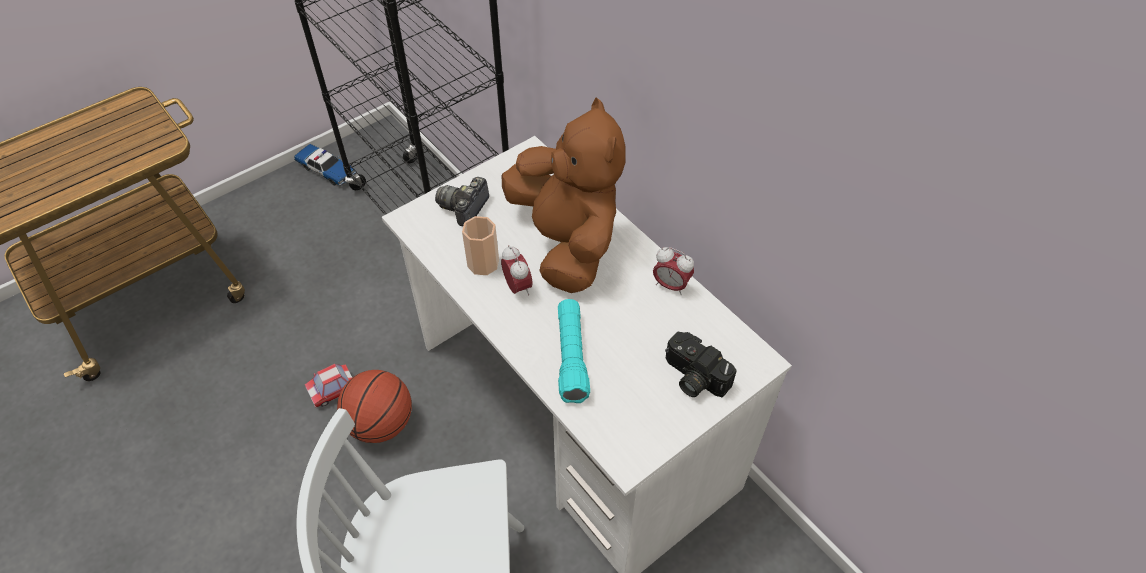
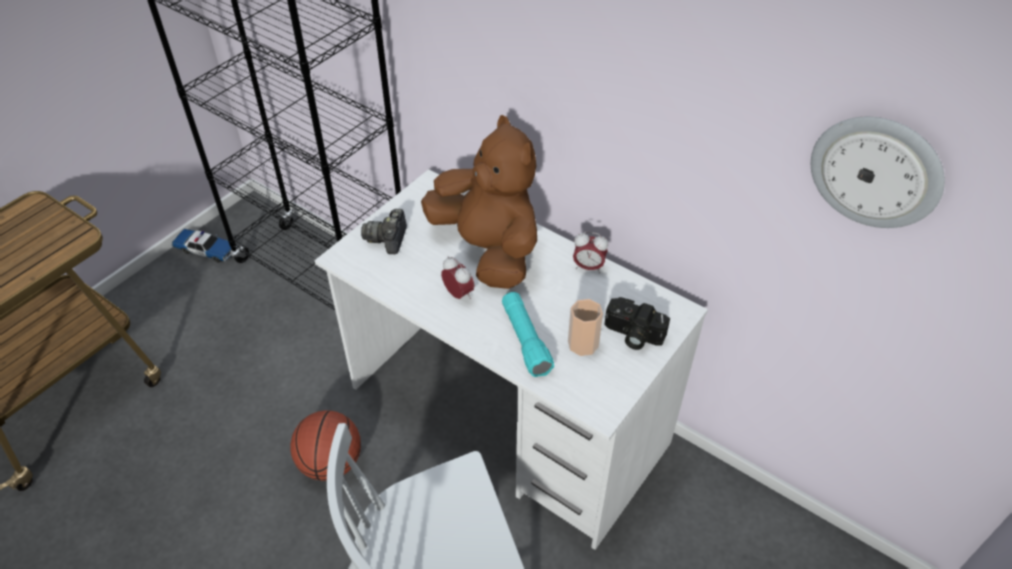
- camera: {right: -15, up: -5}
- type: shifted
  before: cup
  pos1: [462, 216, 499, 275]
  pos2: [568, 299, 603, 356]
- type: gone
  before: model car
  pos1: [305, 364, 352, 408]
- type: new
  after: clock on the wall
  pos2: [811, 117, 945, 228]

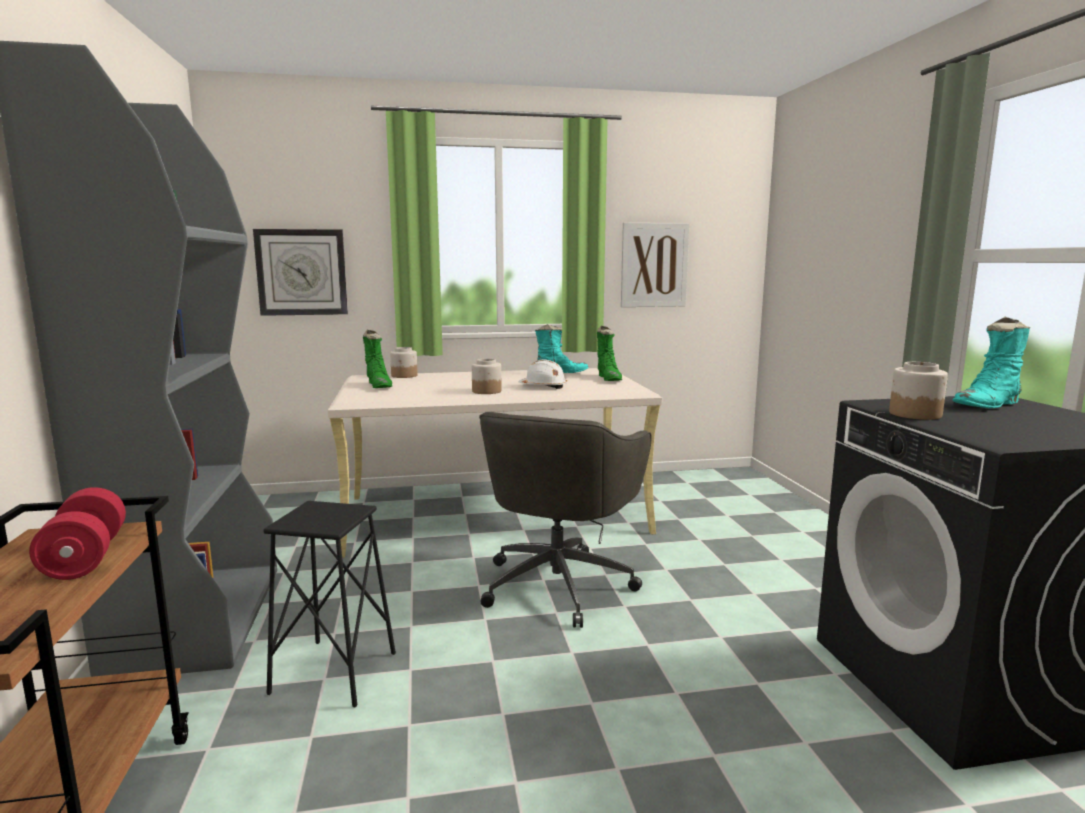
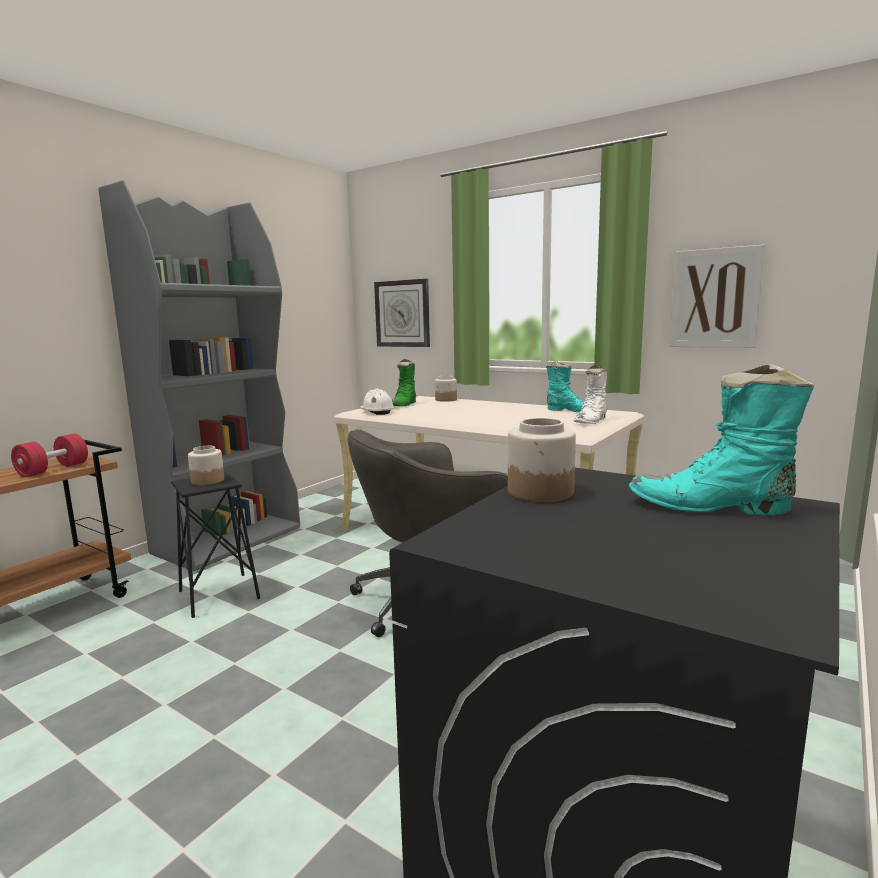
- camera: {right: 45, up: 0}
- type: repainted
  before: greenish high-top boot
  after: white-coloured high-top boot
  pos1: [597, 326, 622, 381]
  pos2: [574, 365, 607, 424]
- type: shifted
  before: storage jar
  pos1: [472, 358, 502, 394]
  pos2: [188, 446, 224, 485]
- type: shifted
  before: white-coloured work helmet
  pos1: [518, 360, 567, 389]
  pos2: [360, 388, 395, 415]

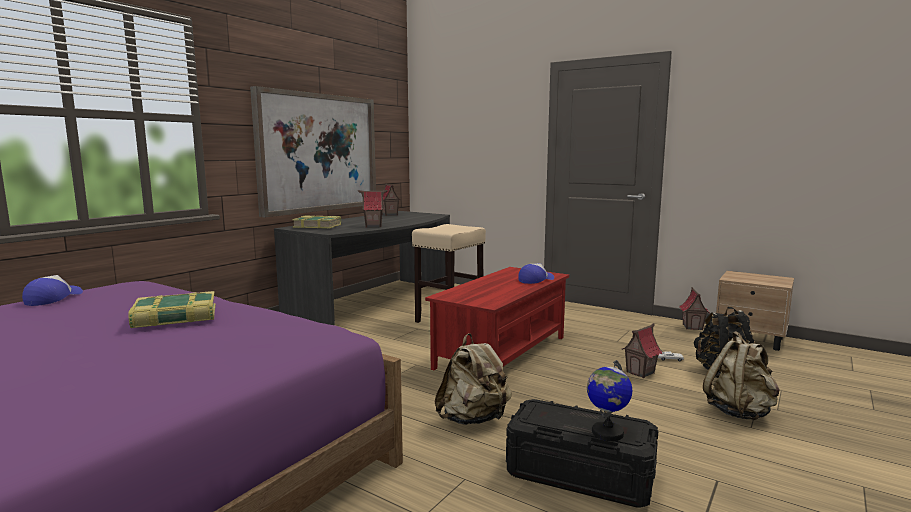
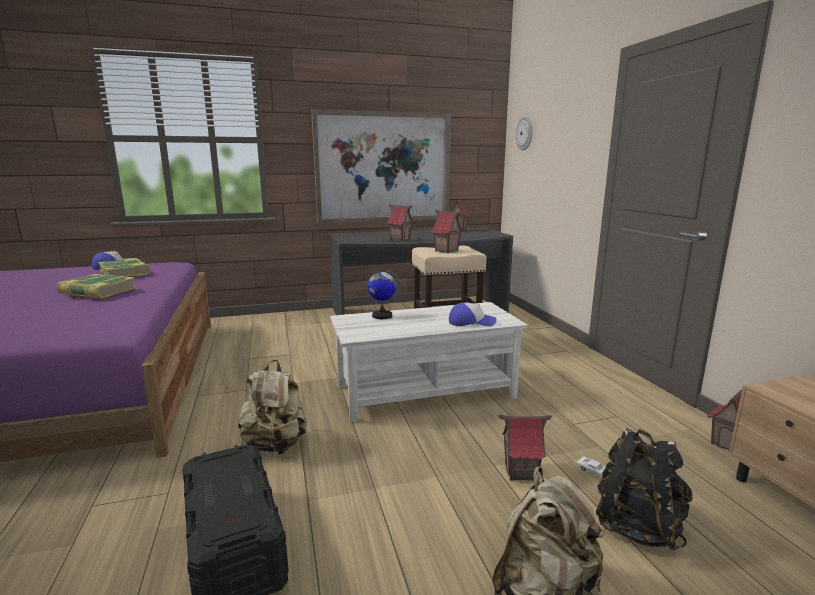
- camera: {right: 40, up: 5}
- type: shifted
  before: bound book
  pos1: [292, 216, 341, 229]
  pos2: [98, 258, 151, 277]
- type: repainted
  before: red lounge table
  after: white-coloured lounge table
  pos1: [425, 267, 569, 370]
  pos2: [330, 302, 528, 423]
- type: shifted
  before: desk globe
  pos1: [587, 360, 632, 441]
  pos2: [367, 269, 400, 319]
- type: new
  after: clock on the wall
  pos2: [516, 116, 533, 150]
- type: new
  after: miniature house
  pos2: [431, 210, 463, 253]

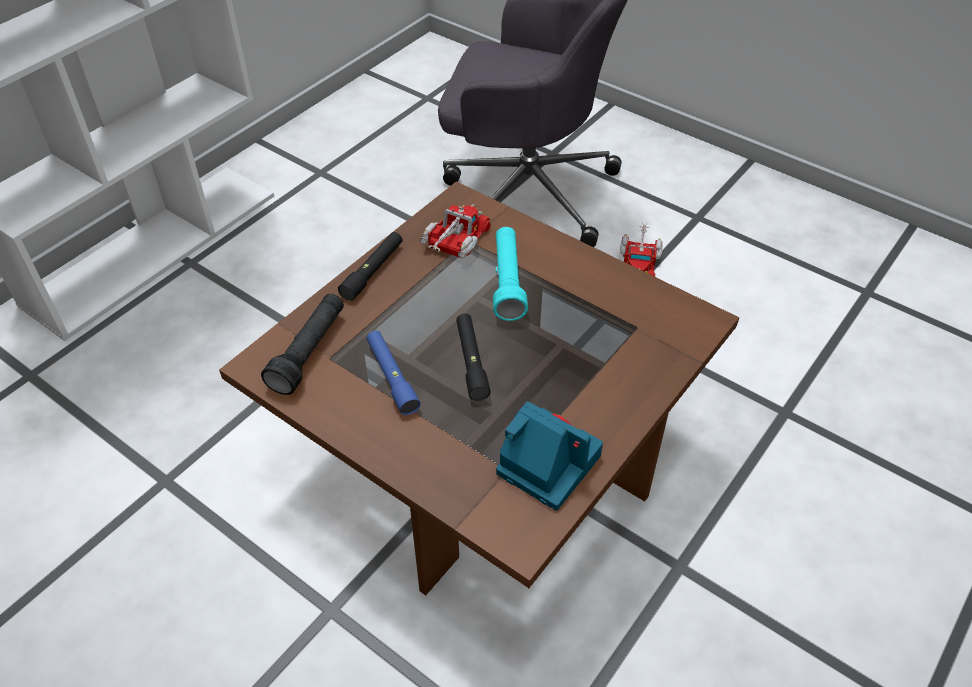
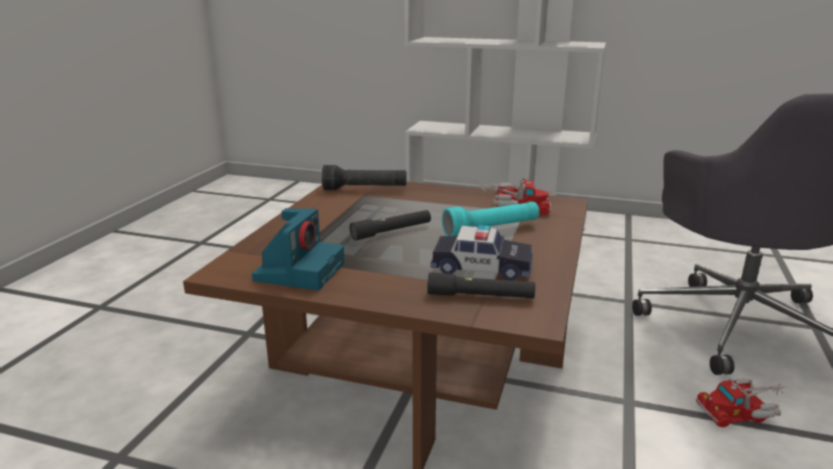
- camera: {right: 70, up: -25}
- type: shifted
  before: black torch
  pos1: [338, 232, 403, 301]
  pos2: [427, 272, 535, 298]
- type: gone
  before: blue torch
  pos1: [367, 331, 421, 415]
- type: new
  after: model car
  pos2: [431, 225, 533, 281]

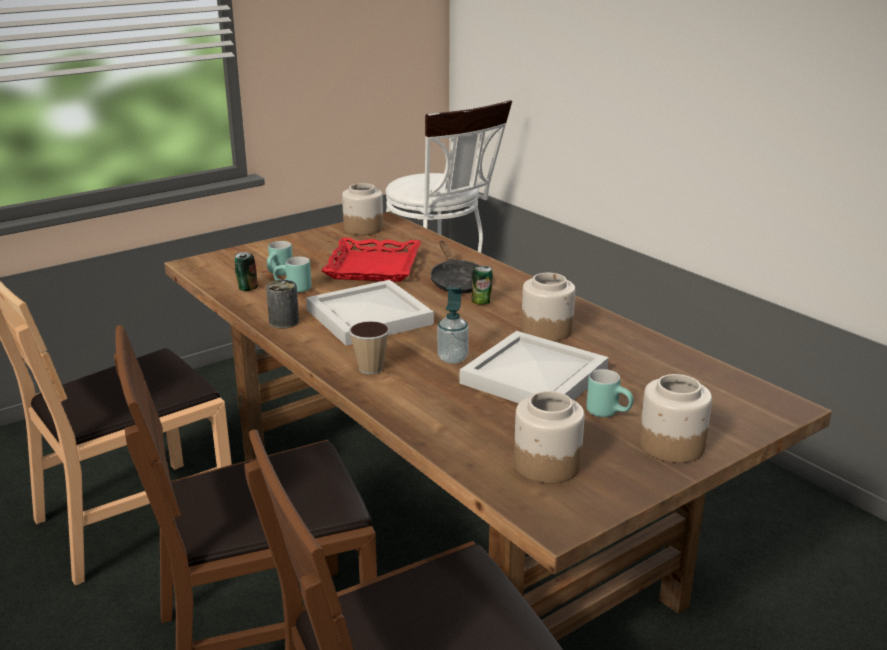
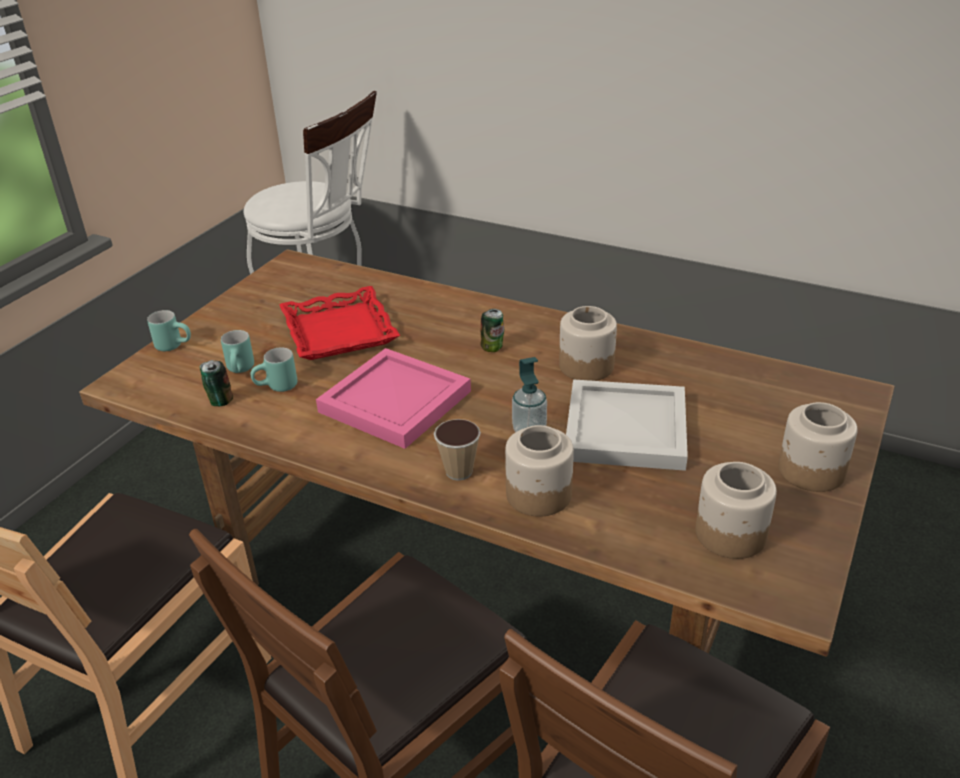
- camera: {right: -25, up: 10}
- type: shifted
  before: storage jar
  pos1: [342, 183, 383, 235]
  pos2: [505, 425, 574, 517]
- type: gone
  before: black skillet
  pos1: [430, 240, 480, 294]
- type: gone
  before: can
  pos1: [266, 280, 299, 328]
- type: repainted
  before: white-coloured tray
  after: pink tray
  pos1: [306, 280, 434, 346]
  pos2: [316, 348, 471, 449]
- type: shifted
  before: turquoise-coloured mug
  pos1: [586, 369, 633, 417]
  pos2: [147, 310, 191, 351]

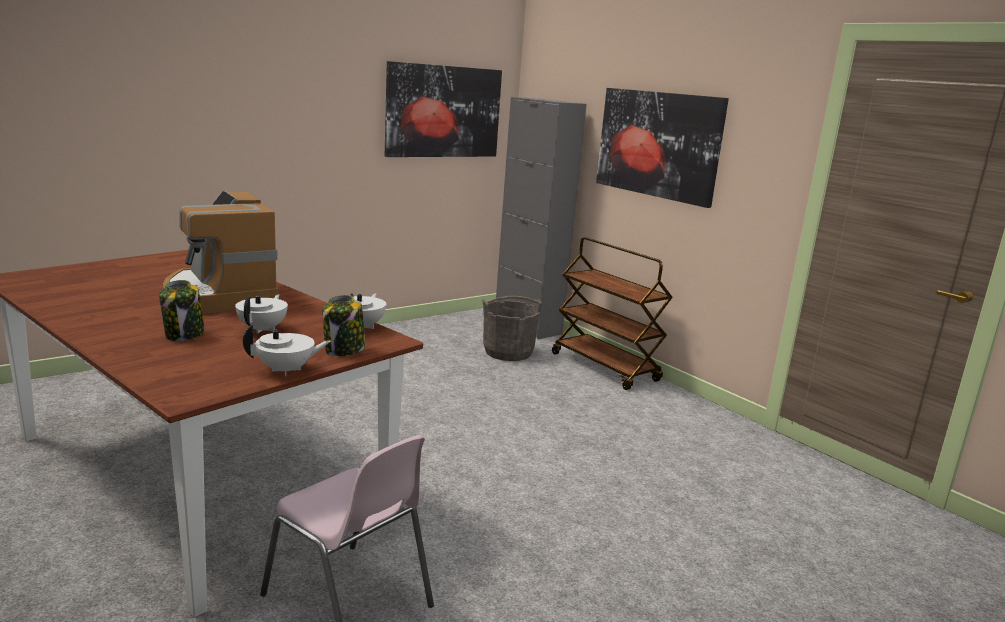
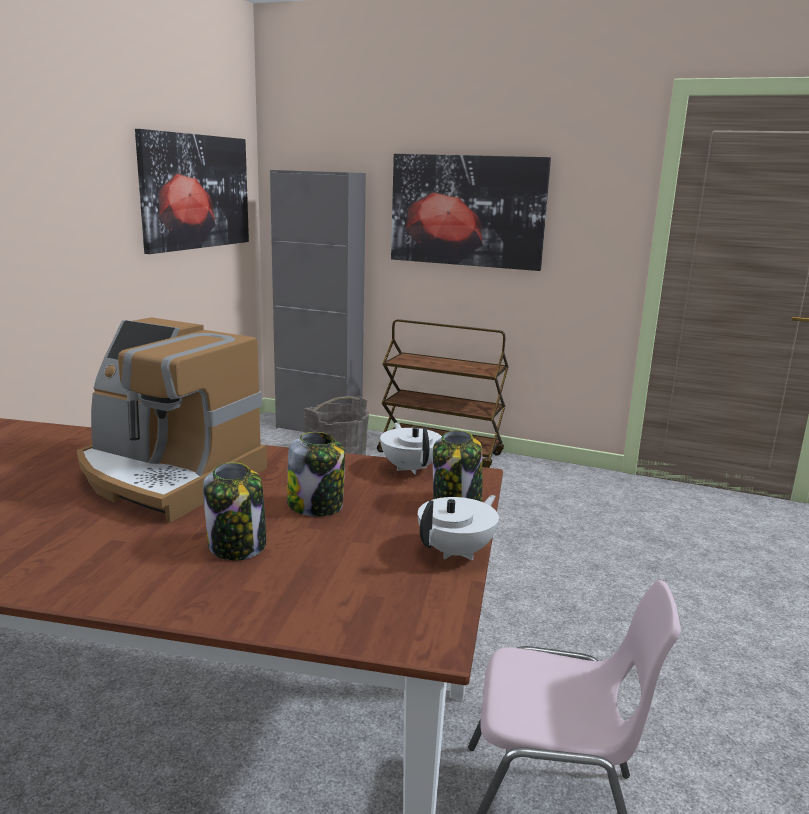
- camera: {right: -30, up: 0}
- type: swapped
  before: white-coloured pot for tea
  after: storage jar
  pos1: [235, 294, 288, 334]
  pos2: [287, 432, 345, 517]

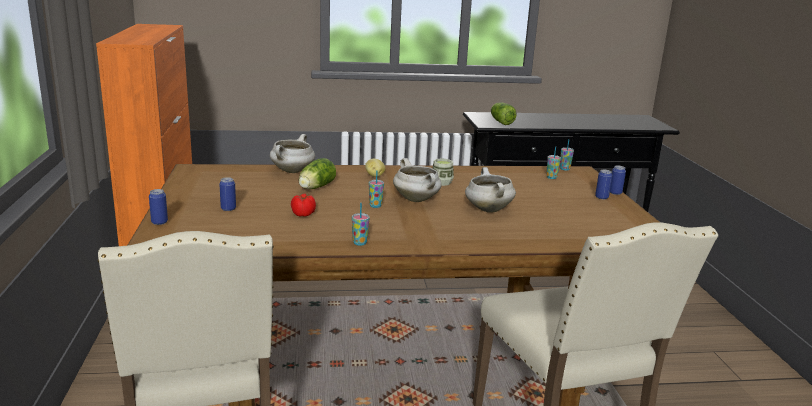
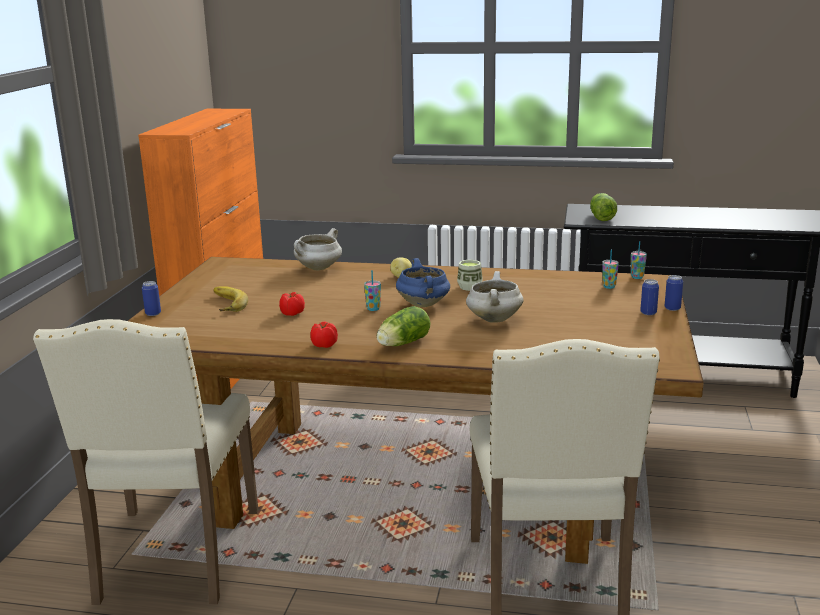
- camera: {right: 20, up: 0}
- type: shifted
  before: head of lettuce
  pos1: [298, 158, 336, 189]
  pos2: [377, 306, 430, 346]
- type: repainted
  before: white-coloured cooking pot
  after: blue cooking pot
  pos1: [393, 158, 442, 202]
  pos2: [396, 258, 450, 307]
- type: swapped
  before: can
  after: whole banana
  pos1: [219, 177, 236, 211]
  pos2: [214, 286, 248, 312]
- type: swapped
  before: cup
  after: tomato
  pos1: [352, 203, 370, 246]
  pos2: [310, 322, 338, 348]

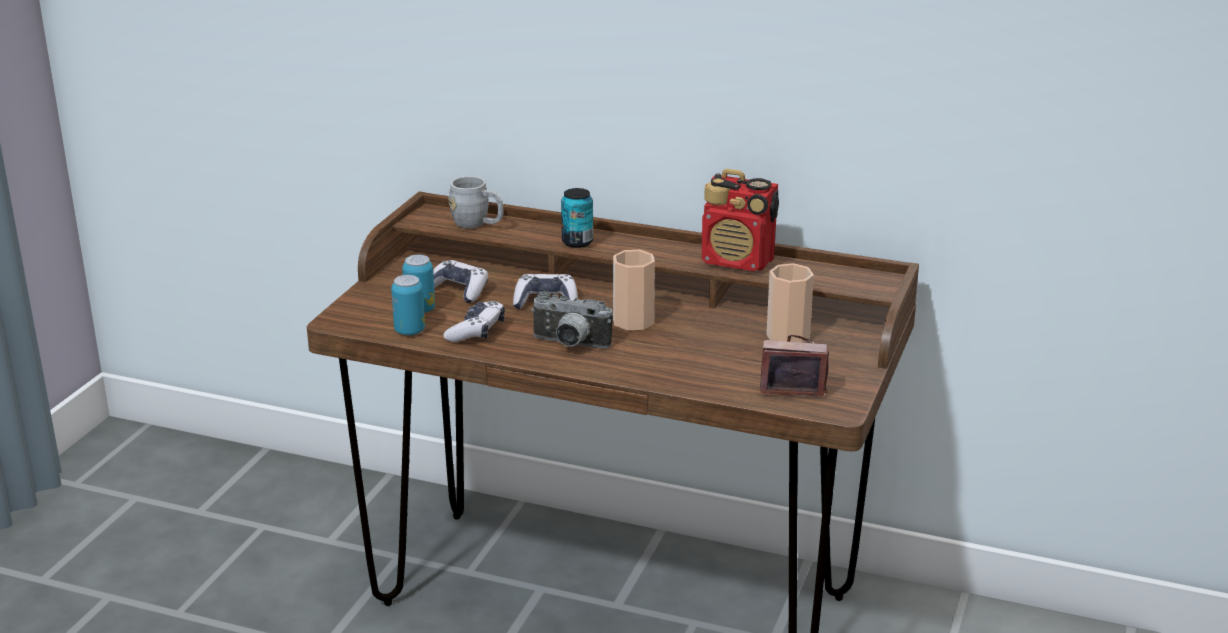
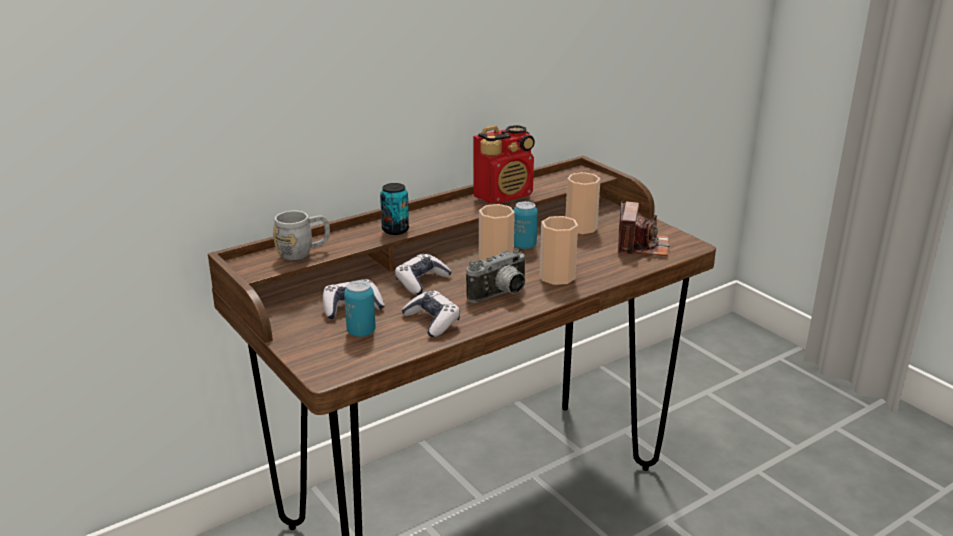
- camera: {right: -55, up: 0}
- type: shifted
  before: can
  pos1: [391, 275, 425, 335]
  pos2: [513, 201, 538, 249]
- type: rotated
  before: still camera
  pos1: [760, 334, 829, 397]
  pos2: [618, 202, 670, 256]
  turn: 150
- type: new
  after: cup
  pos2: [540, 216, 578, 285]

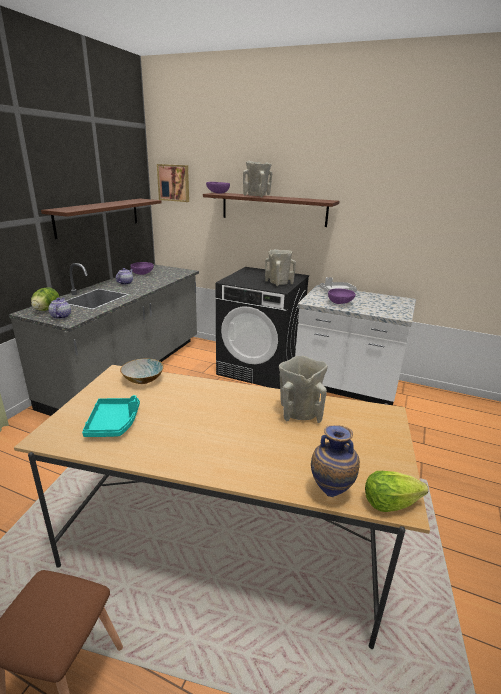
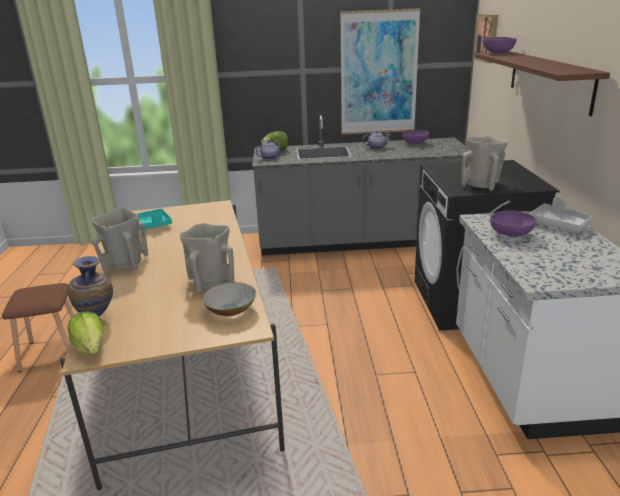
- camera: {right: 65, up: 0}
- type: shifted
  before: sand-coloured decorative vase
  pos1: [243, 161, 272, 197]
  pos2: [91, 207, 148, 273]
- type: swapped
  before: brown-coloured shelf
  after: wall art
  pos1: [41, 199, 162, 239]
  pos2: [340, 8, 421, 134]
- type: shifted
  before: deep dish
  pos1: [120, 359, 164, 384]
  pos2: [201, 282, 256, 316]

